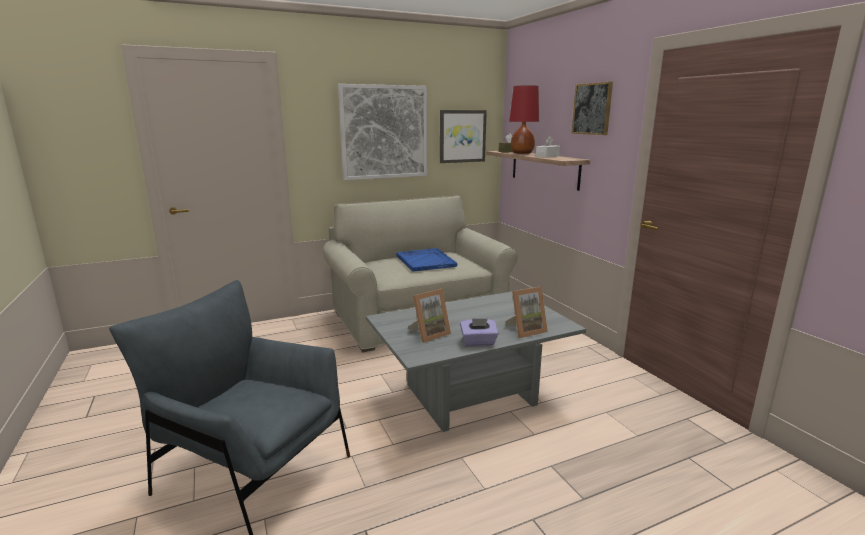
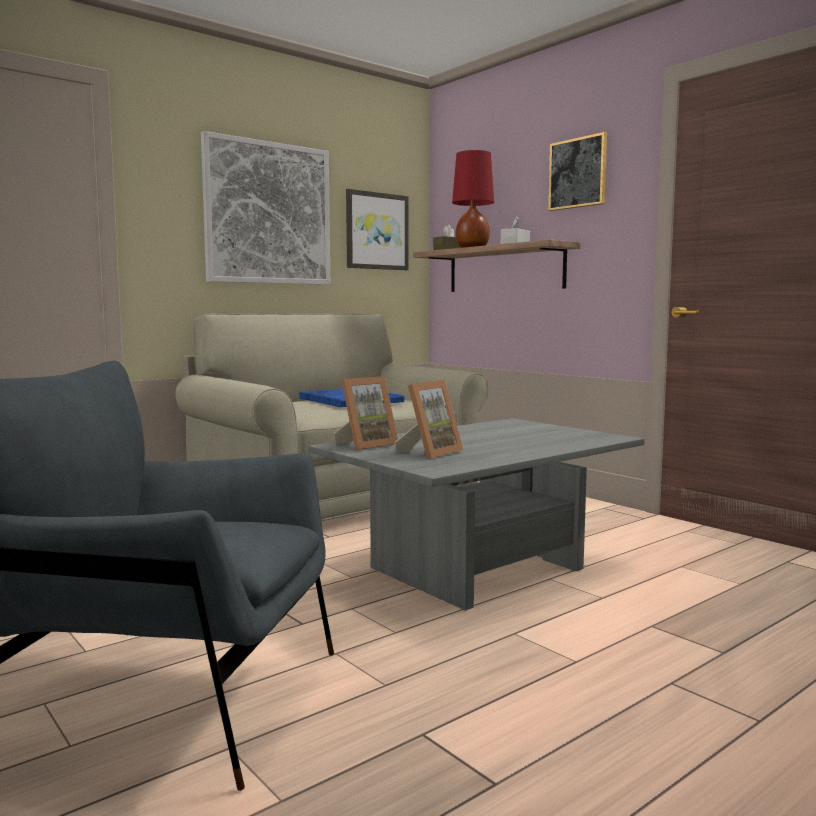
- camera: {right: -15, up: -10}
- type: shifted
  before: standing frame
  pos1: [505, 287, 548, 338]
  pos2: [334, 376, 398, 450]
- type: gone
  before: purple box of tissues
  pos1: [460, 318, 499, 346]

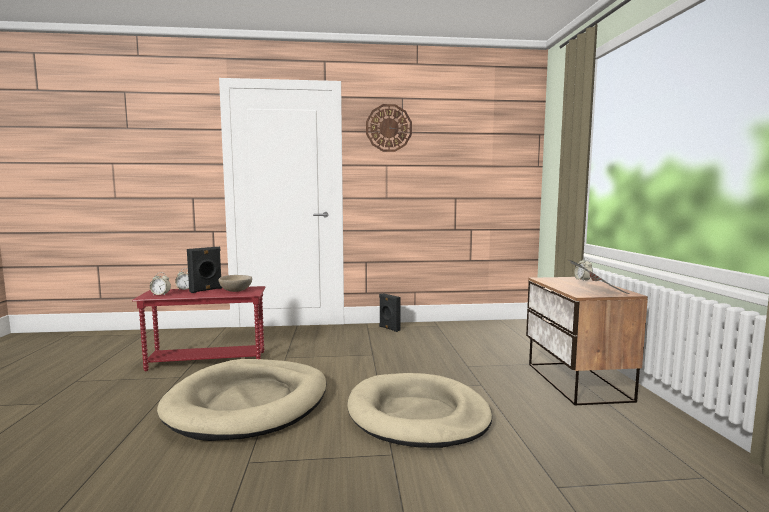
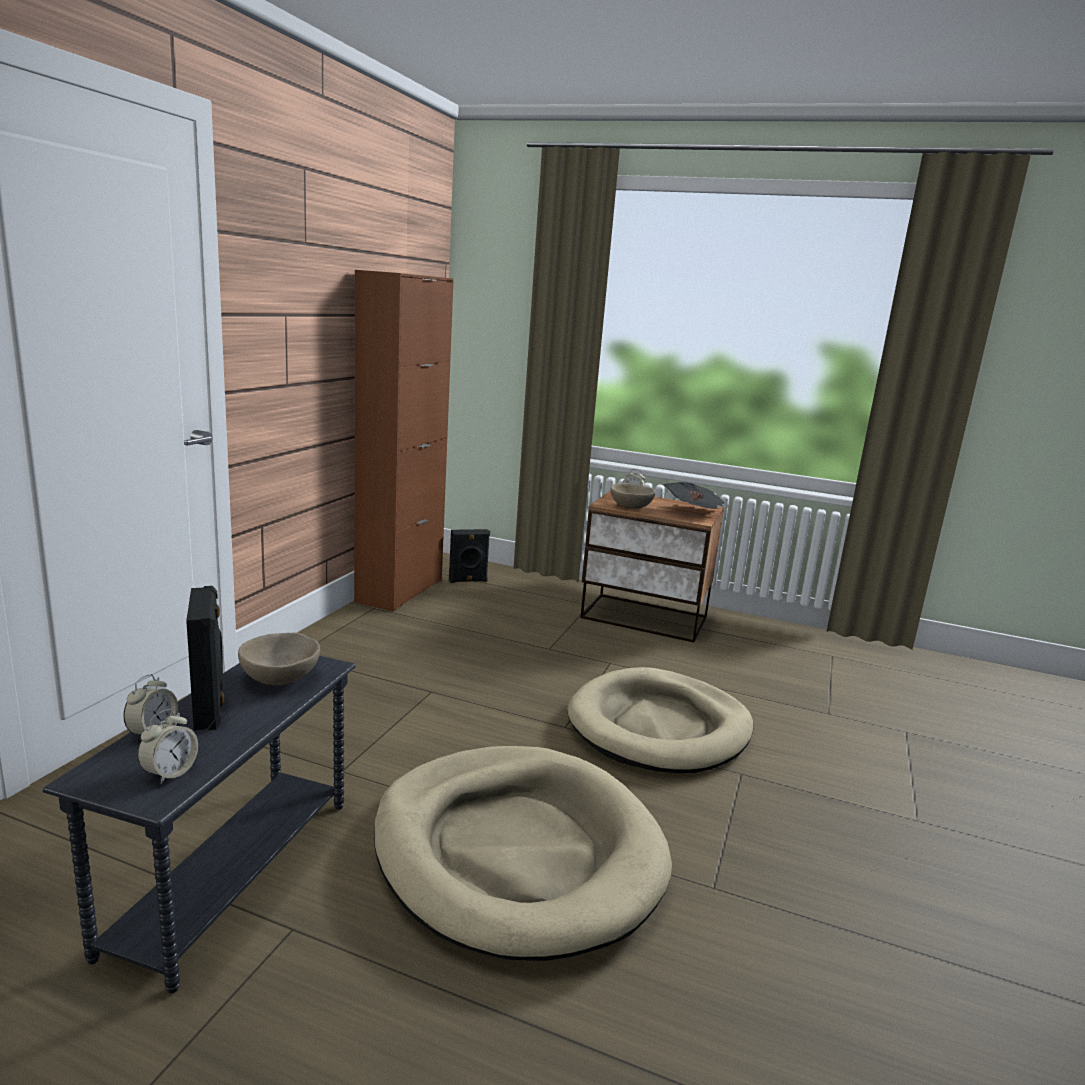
- camera: {right: -65, up: 10}
- type: gone
  before: clock on the wall
  pos1: [366, 104, 412, 152]
- type: repainted
  before: red end table
  after: gray end table
  pos1: [132, 286, 266, 371]
  pos2: [42, 656, 356, 994]
- type: shifted
  before: black audio speaker
  pos1: [379, 293, 401, 332]
  pos2: [449, 529, 490, 583]
- type: new
  after: brown-coloured cabinet
  pos2: [354, 270, 454, 612]
- type: new
  after: sand-coloured deep dish
  pos2: [611, 483, 655, 509]

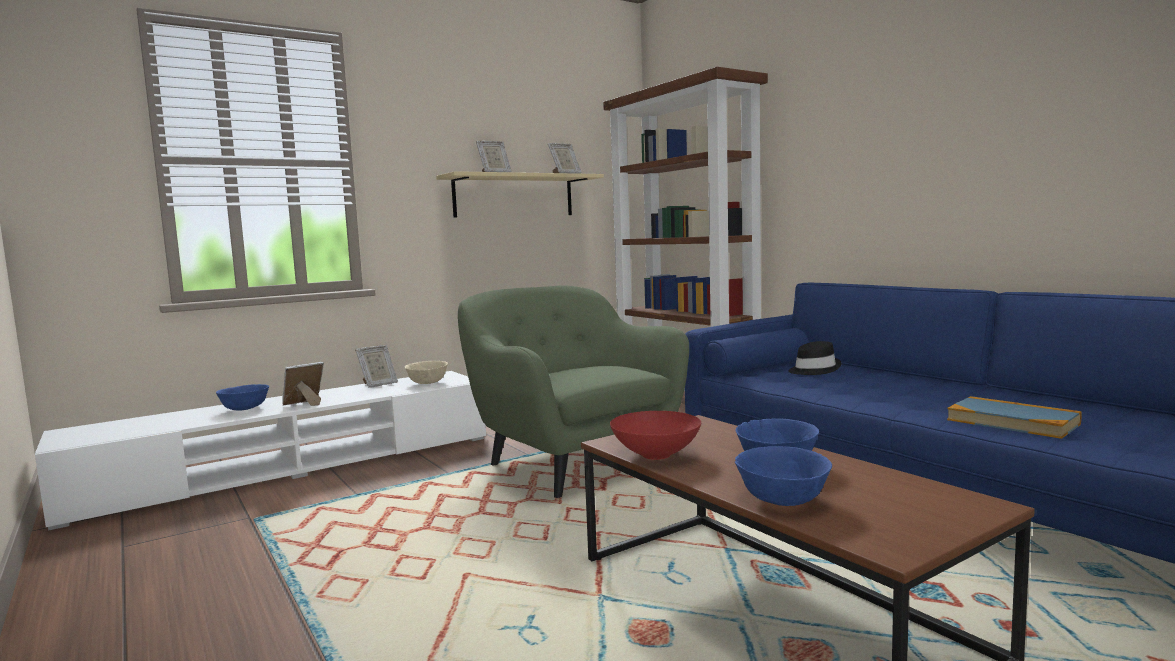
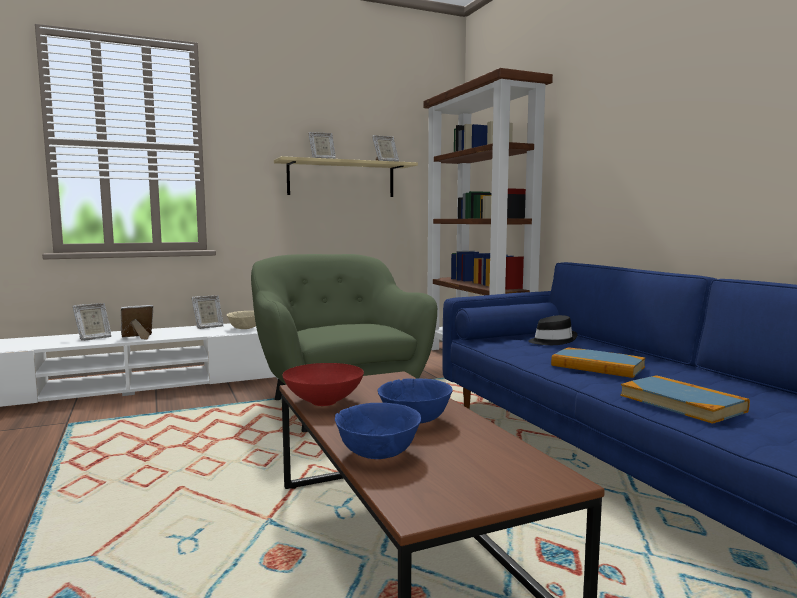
- camera: {right: 10, up: 0}
- type: swapped
  before: blue deep dish
  after: standing frame
  pos1: [216, 384, 269, 411]
  pos2: [72, 303, 111, 341]
- type: new
  after: bound book
  pos2: [551, 347, 646, 378]

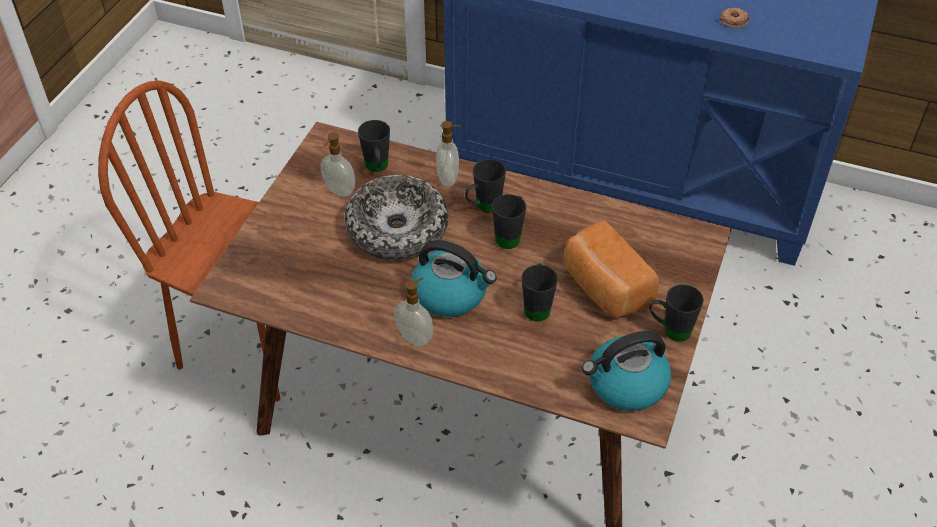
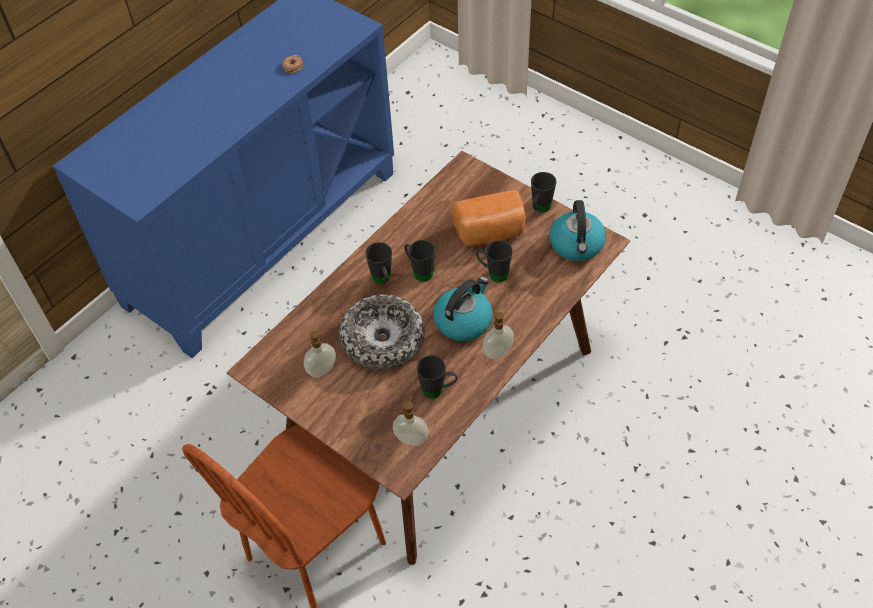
- camera: {right: -70, up: 5}
- type: shifted
  before: black mug
  pos1: [358, 120, 390, 172]
  pos2: [417, 355, 458, 399]
- type: shifted
  before: soap bottle
  pos1: [436, 121, 461, 187]
  pos2: [393, 396, 429, 446]

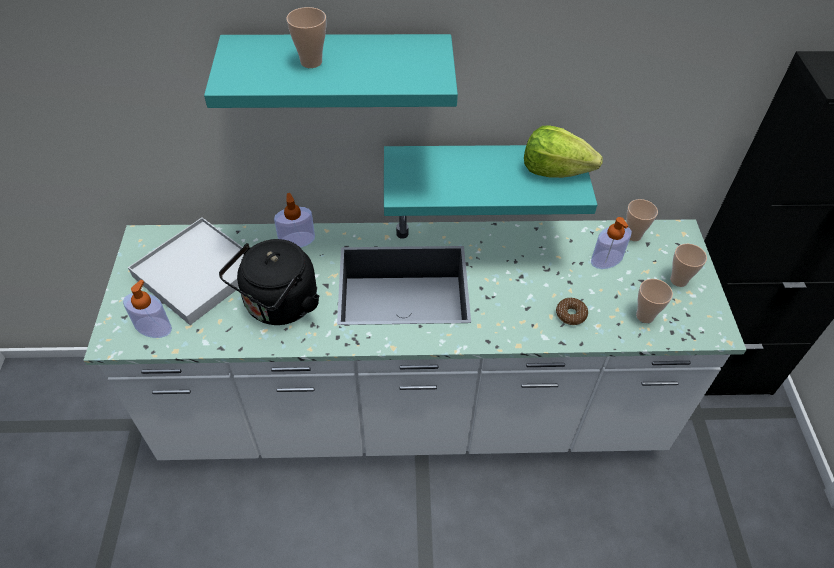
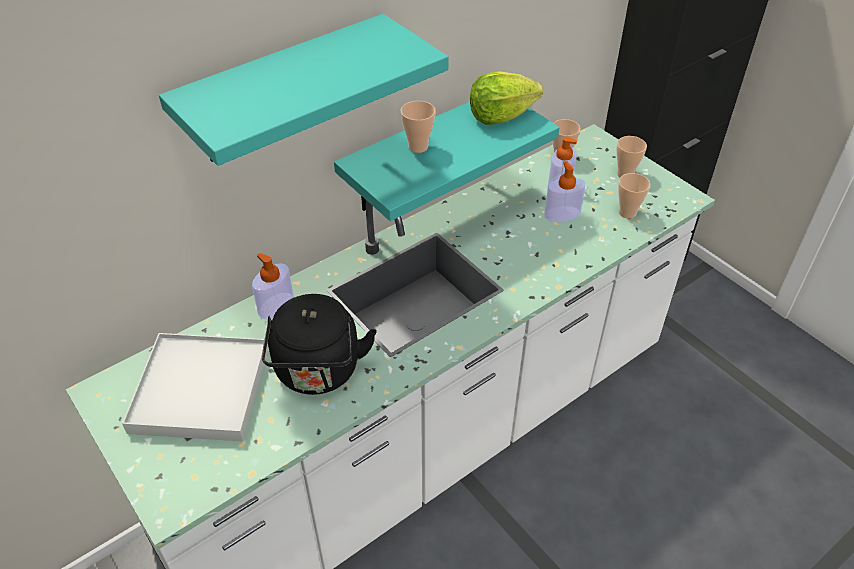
- camera: {right: -35, up: -5}
- type: shifted
  before: cup
  pos1: [286, 7, 326, 68]
  pos2: [401, 101, 436, 153]
- type: shifted
  before: soap bottle
  pos1: [123, 280, 172, 338]
  pos2: [544, 161, 585, 222]
- type: gone
  before: donut
  pos1: [556, 298, 588, 325]

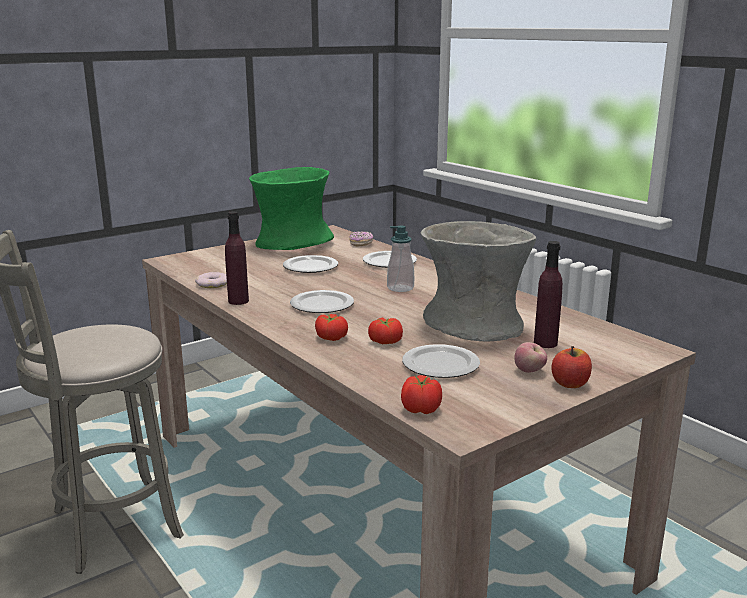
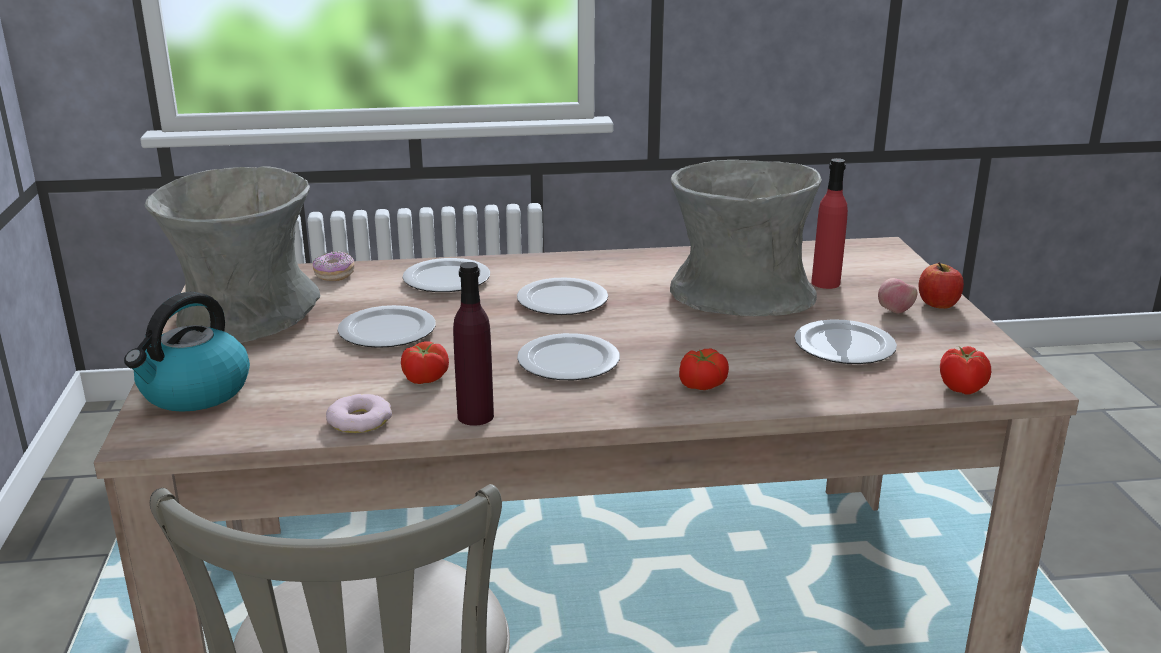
- camera: {right: -60, up: 5}
- type: repainted
  before: greenish decorative vase
  after: gray decorative vase
  pos1: [249, 167, 334, 250]
  pos2: [145, 166, 320, 343]
- type: swapped
  before: soap bottle
  after: dinner plate
  pos1: [387, 226, 414, 292]
  pos2: [517, 277, 608, 315]
- type: repainted
  before: purple bottle
  after: red bottle
  pos1: [534, 241, 563, 348]
  pos2: [811, 158, 848, 289]
- type: shifted
  before: tomato
  pos1: [368, 318, 403, 344]
  pos2: [401, 341, 449, 384]
- type: new
  after: water kettle
  pos2: [124, 291, 250, 412]

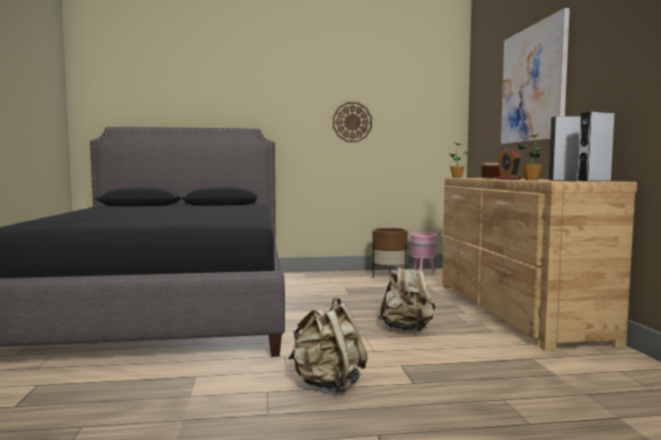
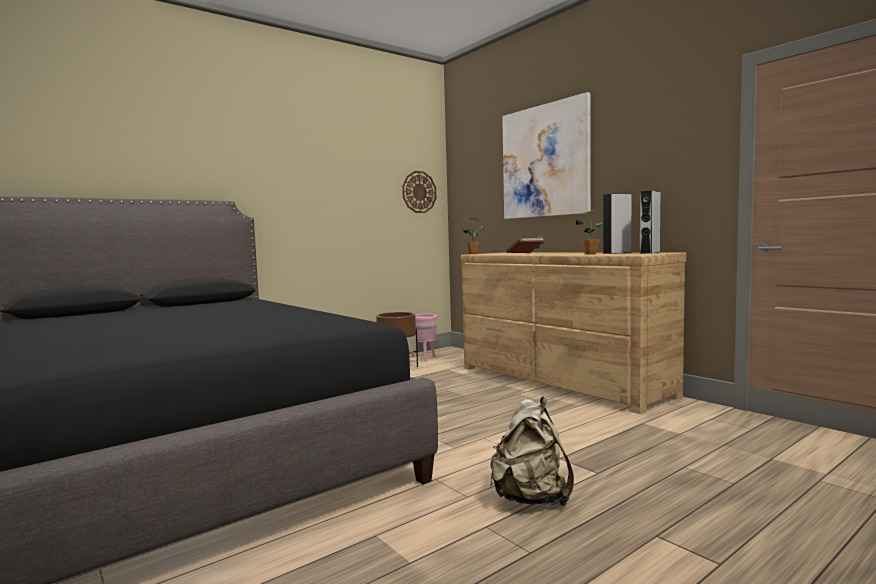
- camera: {right: -30, up: 0}
- type: shifted
  before: clock on the wall
  pos1: [333, 102, 372, 142]
  pos2: [402, 171, 436, 213]
- type: gone
  before: alarm clock
  pos1: [496, 149, 521, 180]
- type: gone
  before: sand-coloured rucksack
  pos1: [378, 261, 436, 331]

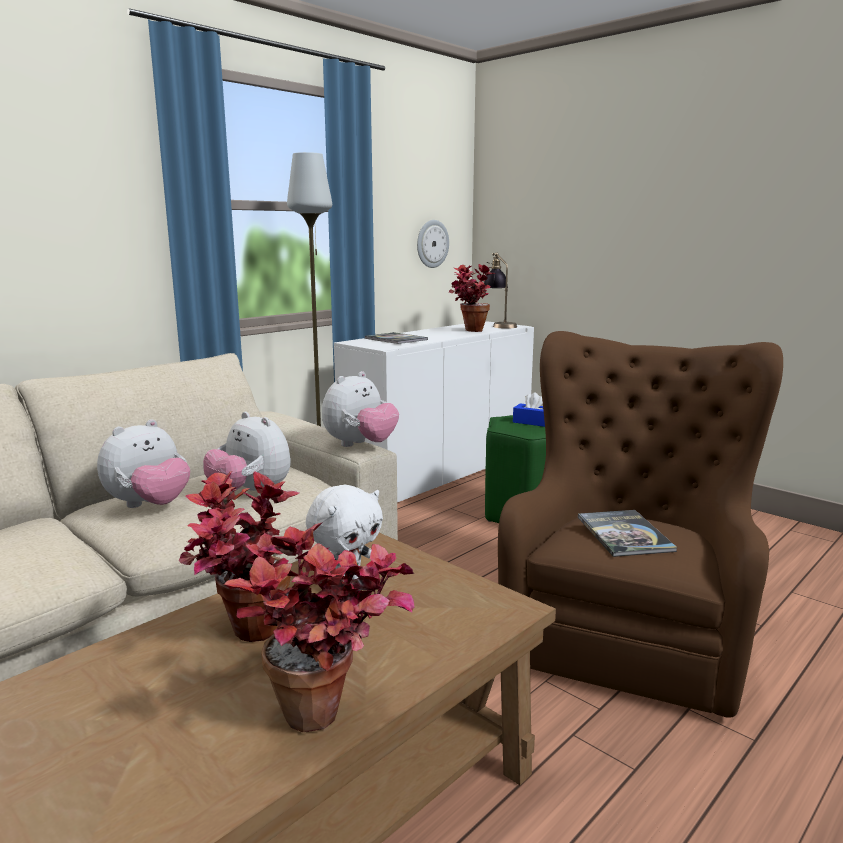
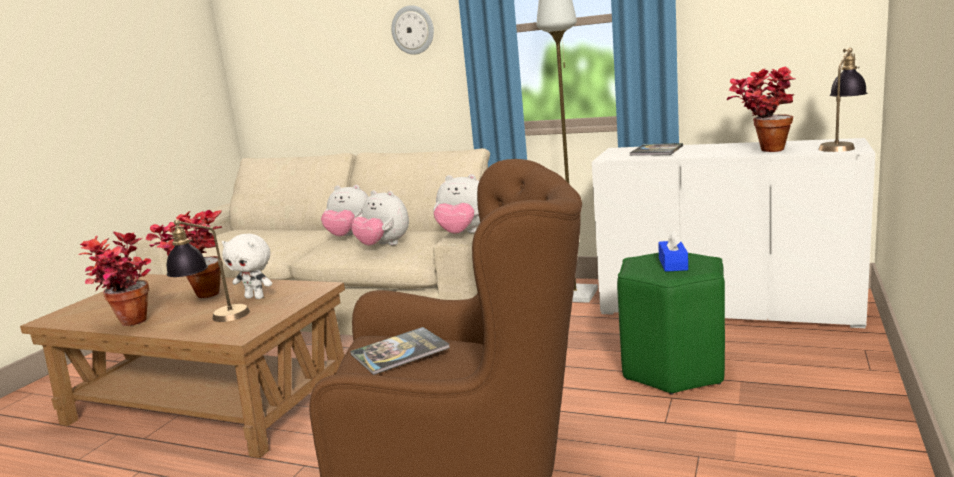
- camera: {right: 70, up: 0}
- type: shifted
  before: clock on the wall
  pos1: [417, 220, 449, 268]
  pos2: [391, 5, 434, 55]
- type: rotated
  before: soft toy
  pos1: [203, 412, 291, 494]
  pos2: [351, 190, 409, 246]
  turn: -75
- type: new
  after: tabletop lamp
  pos2: [167, 219, 250, 322]

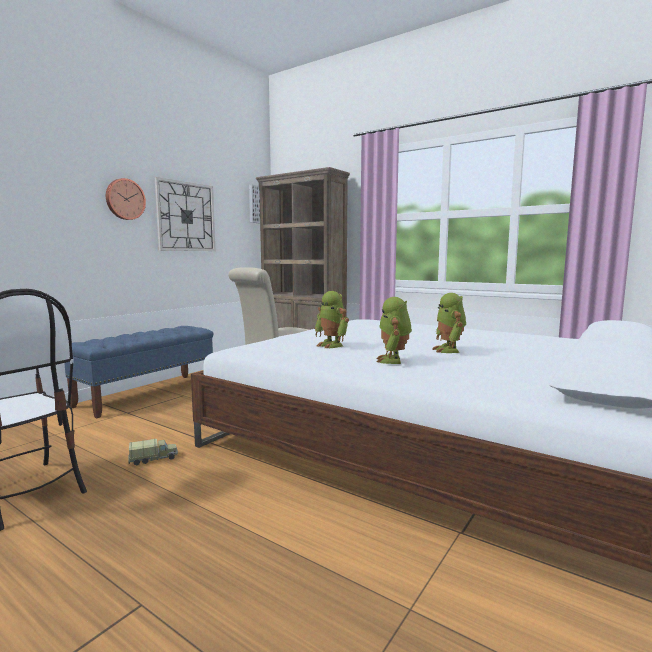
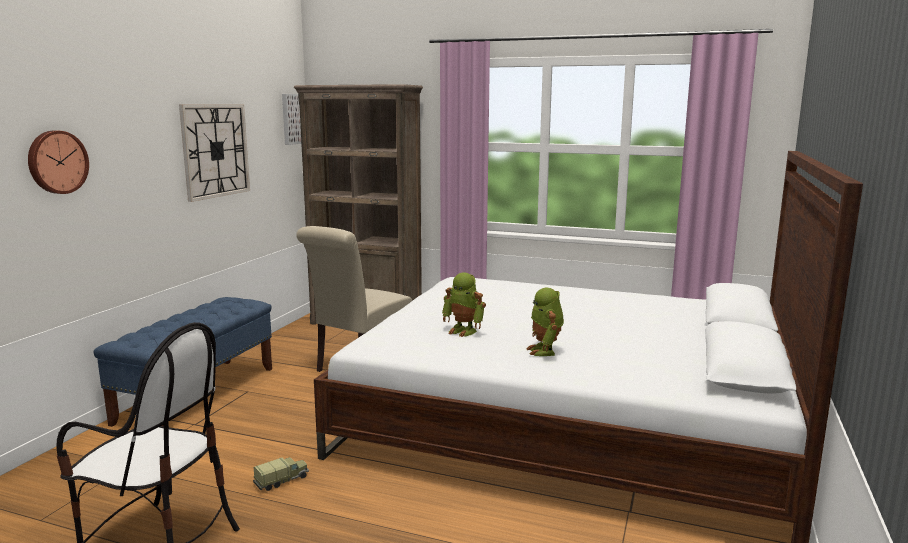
- camera: {right: -15, up: 5}
- type: shifted
  before: clock on the wall
  pos1: [106, 178, 146, 220]
  pos2: [28, 131, 89, 194]
- type: gone
  before: model robot
  pos1: [432, 293, 466, 353]

